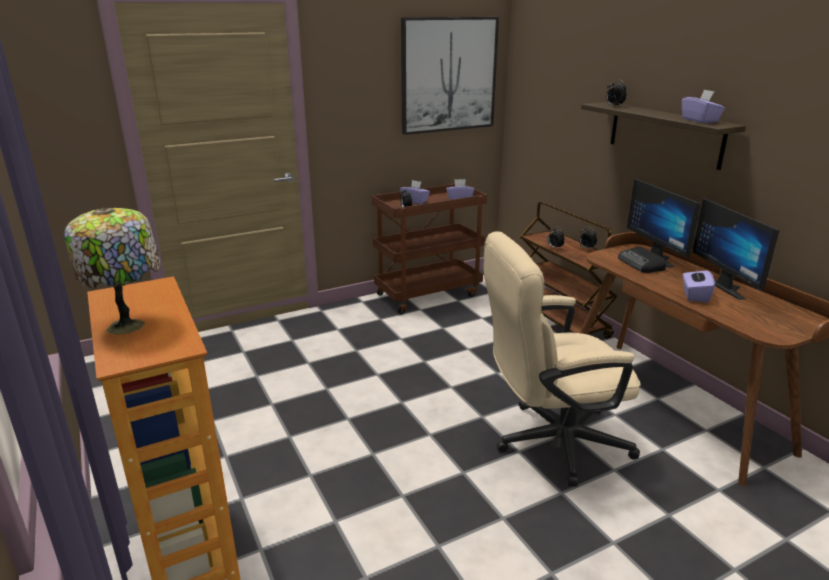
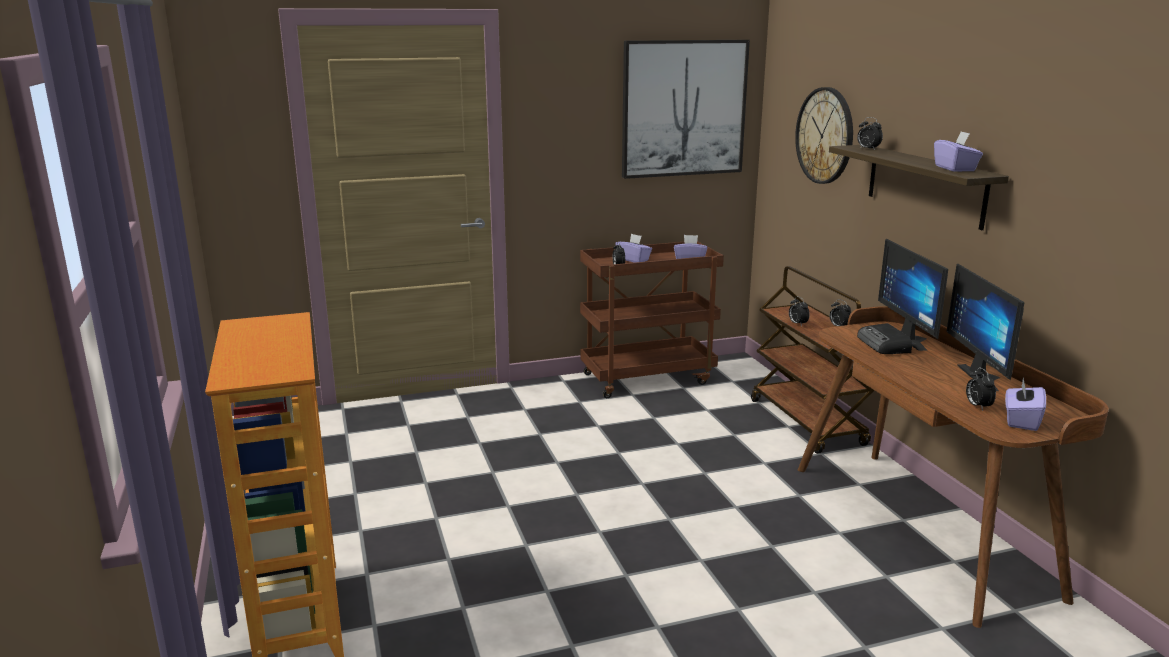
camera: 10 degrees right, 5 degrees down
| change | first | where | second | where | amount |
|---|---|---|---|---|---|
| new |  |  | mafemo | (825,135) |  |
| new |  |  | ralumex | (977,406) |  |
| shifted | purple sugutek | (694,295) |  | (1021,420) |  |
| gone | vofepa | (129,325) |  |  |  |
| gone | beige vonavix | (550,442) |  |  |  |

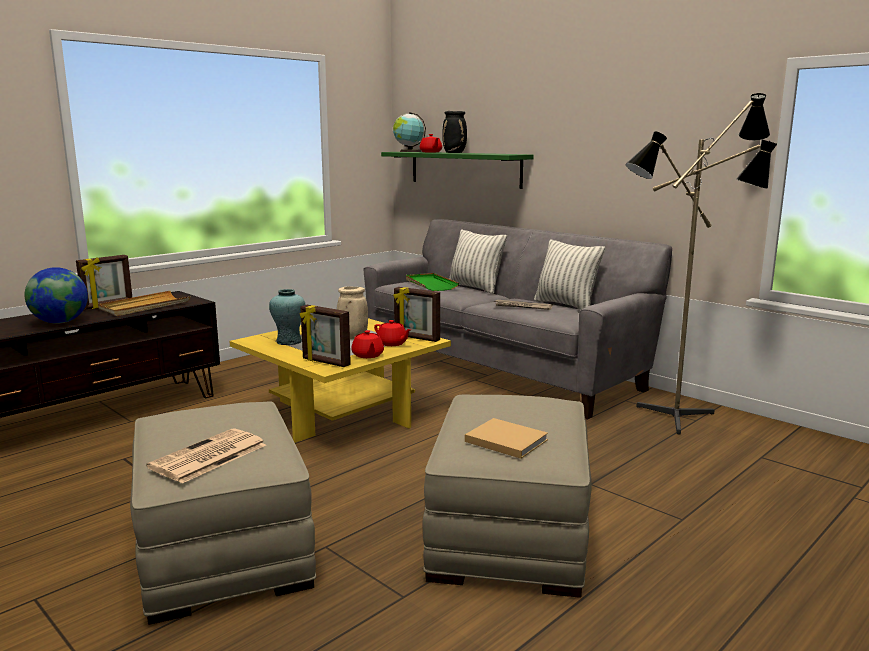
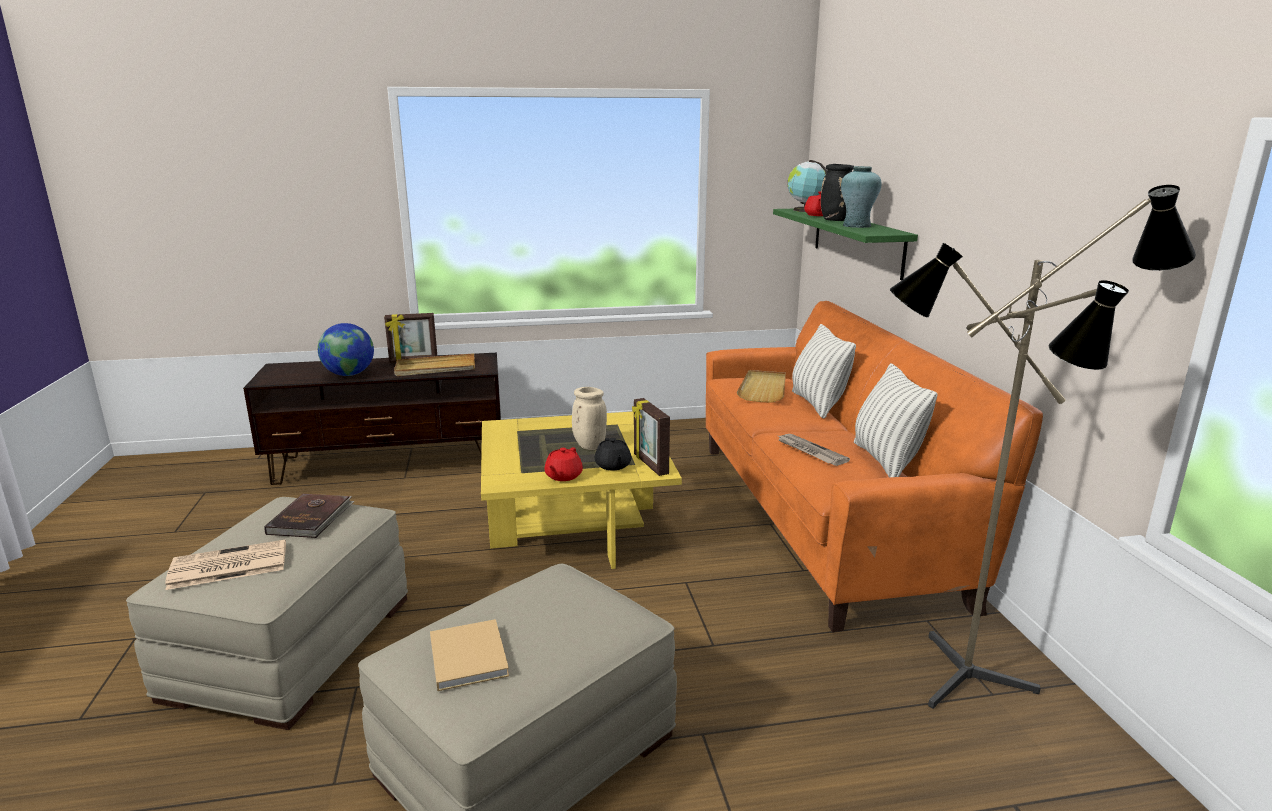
camera: 35 degrees right, 5 degrees up
| change | first | where | second | where | amount |
|---|---|---|---|---|---|
| new |  |  | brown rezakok | (311,518) |  |
| repainted | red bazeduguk | (392,344) | black bazeduguk | (613,466) |  |
| repainted | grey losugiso | (499,369) | orange losugiso | (820,517) |  |
| repainted | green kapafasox | (430,284) | beige kapafasox | (763,389) |  |
| shifted | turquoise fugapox | (289,341) |  | (856,226) |  |
| gone | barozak | (325,362) |  |  |  |

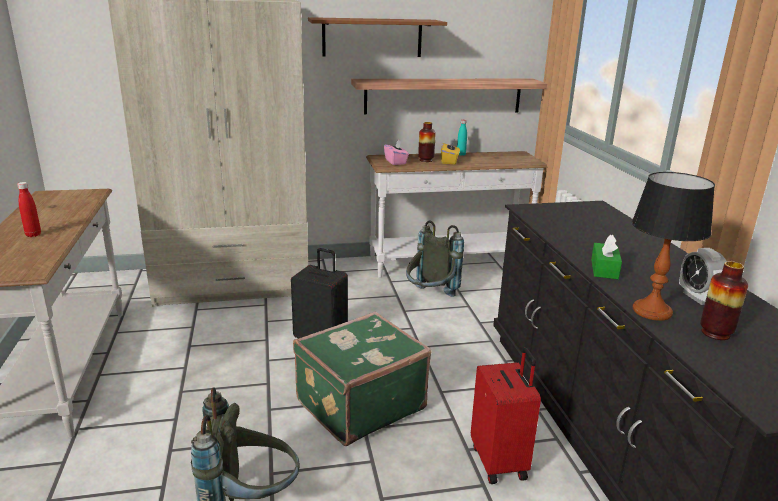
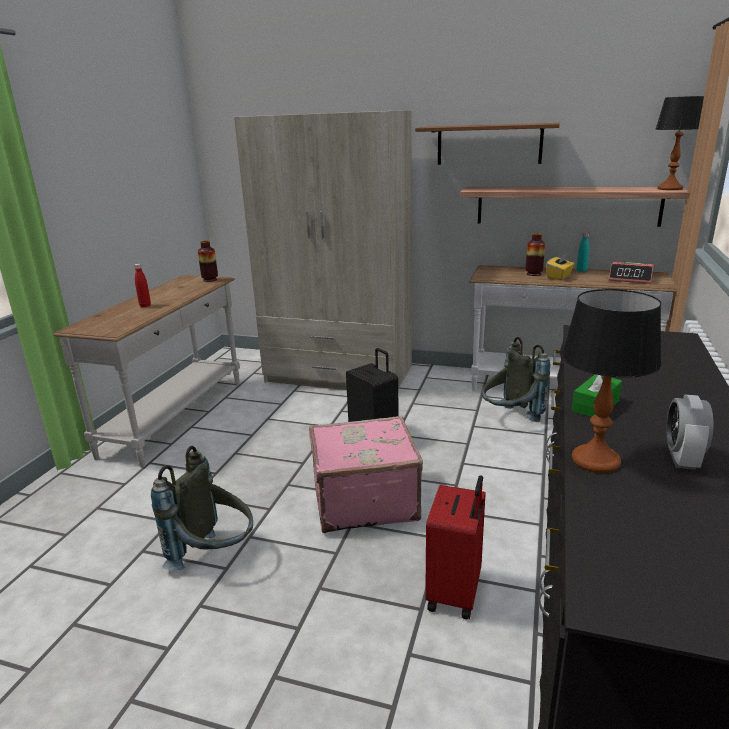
camera: 30 degrees right, 0 degrees up
| change | first | where | second | where | amount |
|---|---|---|---|---|---|
| shifted | fugapox | (715,333) |  | (210,280) |  |
| repainted | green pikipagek | (358,404) | pink pikipagek | (363,500) |  |
| new |  |  | ralumex | (630,279) |  |
| new |  |  | vofepa | (669,188) |  |
| gone | pink sugutek | (396,162) |  |  |  |

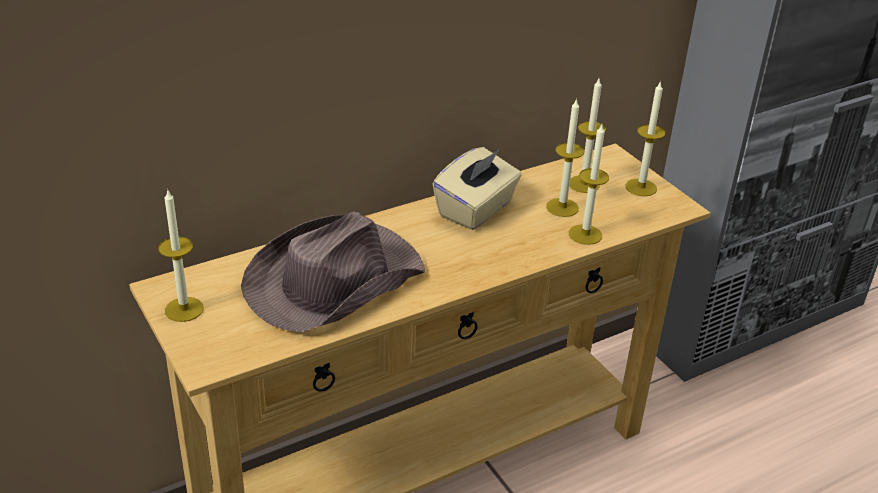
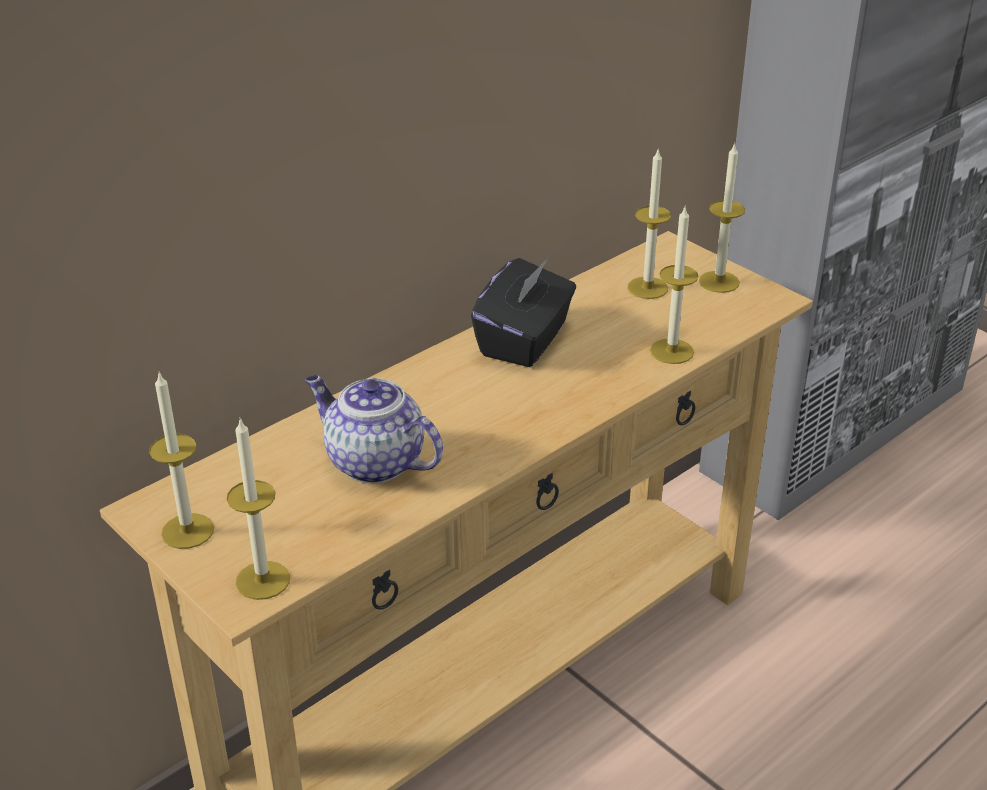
camera: 10 degrees left, 0 degrees up
| change | first | where | second | where | amount |
|---|---|---|---|---|---|
| shifted | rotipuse | (562,207) |  | (263,580) |  |
| swapped | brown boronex | (332,281) | bazeduguk | (373,462) |  |
| repainted | beige sugutek | (476,210) | black sugutek | (525,341) |  |

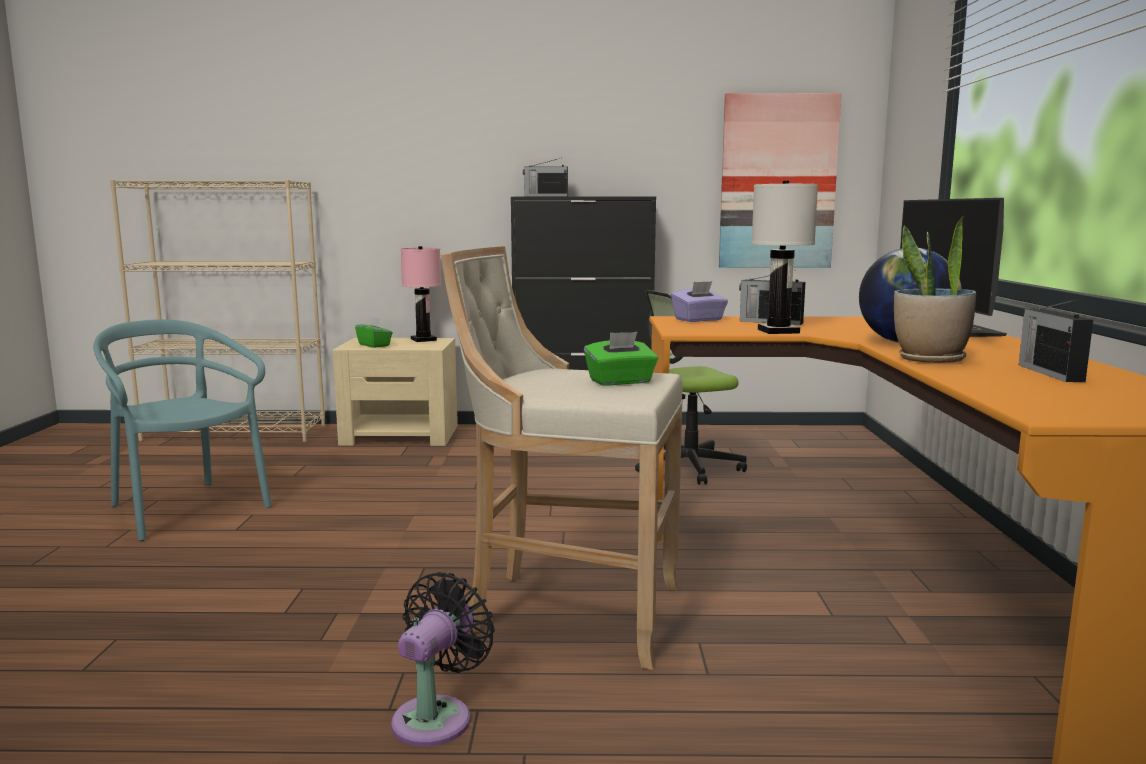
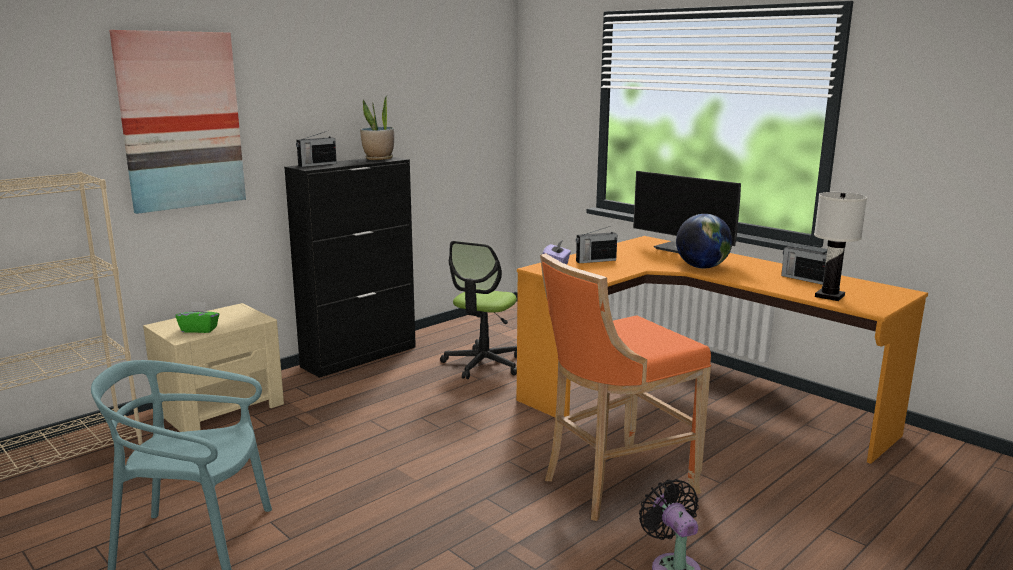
camera: 45 degrees left, 5 degrees up
| change | first | where | second | where | amount |
|---|---|---|---|---|---|
| shifted | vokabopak | (777,182) |  | (181,121) |  |
| shifted | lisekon | (930,359) |  | (378,159) |  |
| repainted | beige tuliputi | (568,612) | orange tuliputi | (613,484) |  |
| shifted | white vofepa | (778,331) |  | (830,296) |  |
| gone | pink vofepa | (423,340) |  |  |  |
| gone | green sugutek | (620,381) |  |  |  |

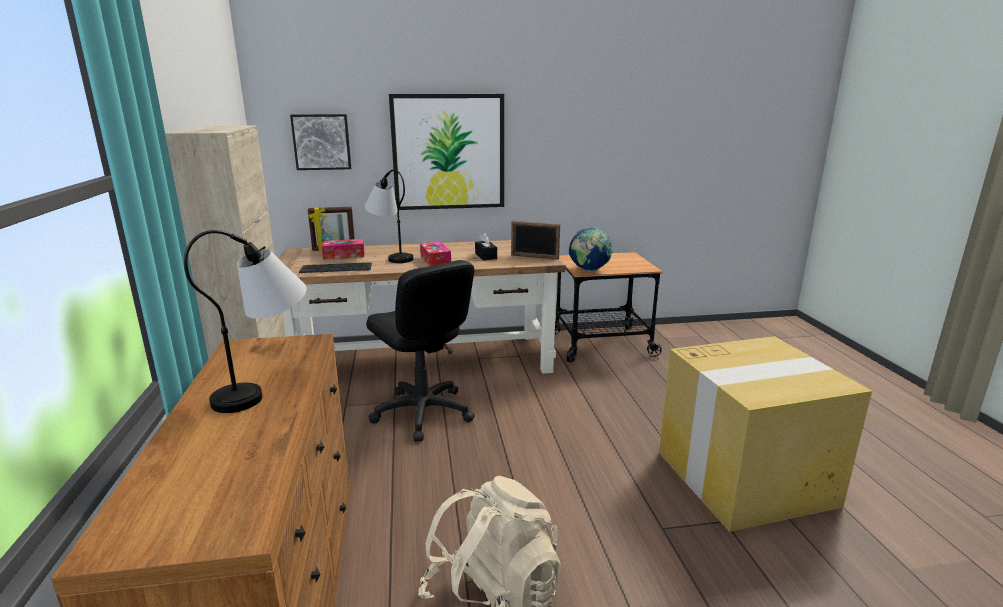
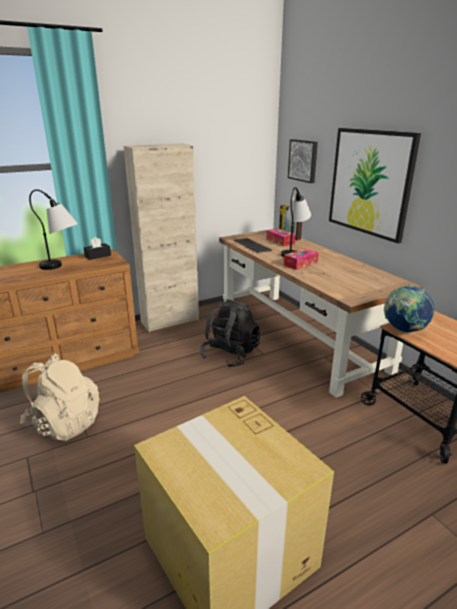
camera: 70 degrees right, 5 degrees up
| change | first | where | second | where | amount |
|---|---|---|---|---|---|
| shifted | black sugutek | (485,256) |  | (98,256) |  |
| swapped | black vonavix | (422,413) | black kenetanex | (230,355) |  |
| gone | barozak | (534,257) |  |  |  |

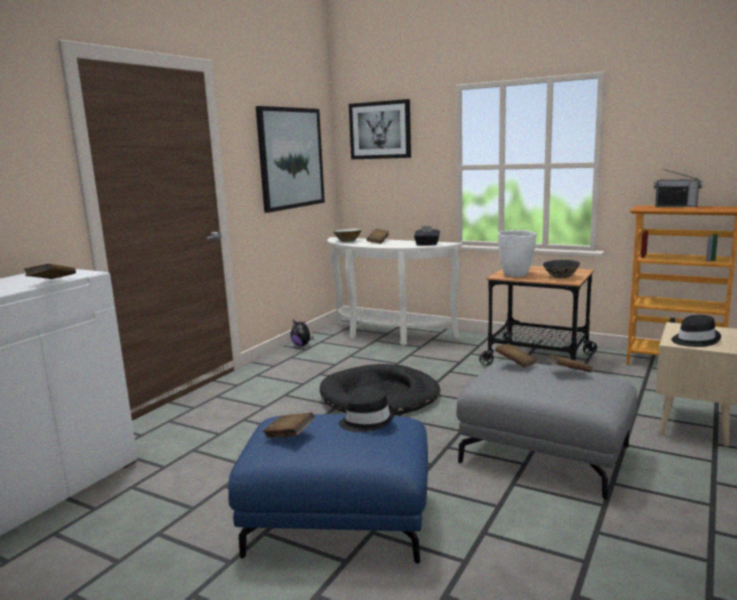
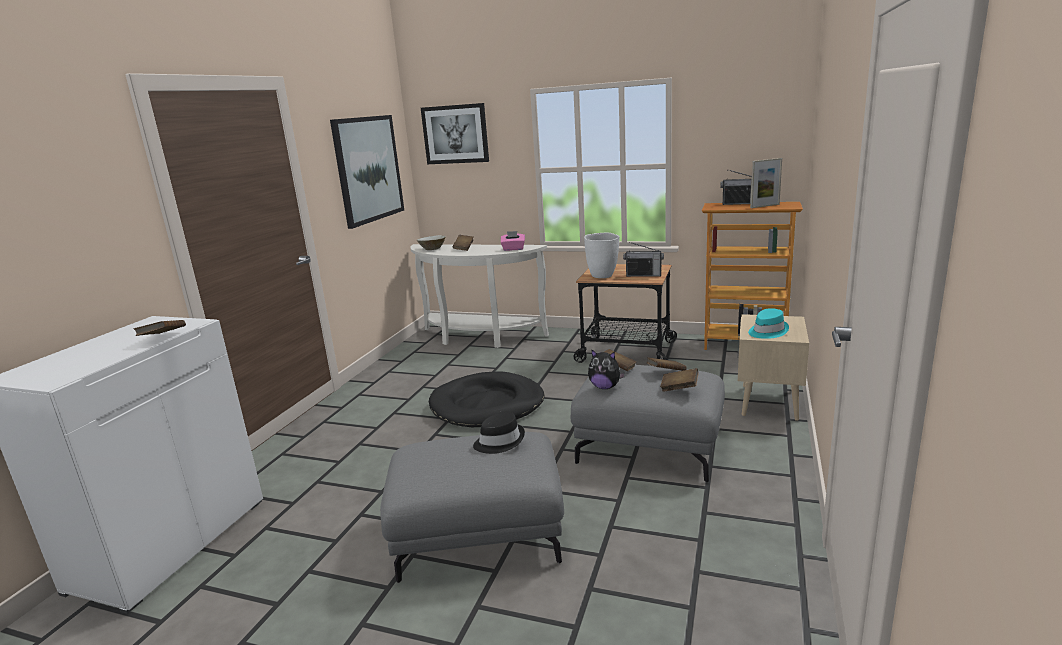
camera: 10 degrees left, 5 degrees up
| change | first | where | second | where | amount |
|---|---|---|---|---|---|
| repainted | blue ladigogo | (337,521) | grey ladigogo | (478,534) |  |
| repainted | black sugutek | (427,244) | pink sugutek | (513,249) |  |
| shifted | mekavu | (302,345) |  | (605,387) |  |
| swapped | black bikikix | (560,277) | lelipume | (643,275) |  |
| shifted | brown rezakok | (289,436) |  | (679,388) |  |
| repainted | black boronex | (694,340) | turquoise boronex | (767,331) |  |
| new |  |  | barozak | (764,206) |  |

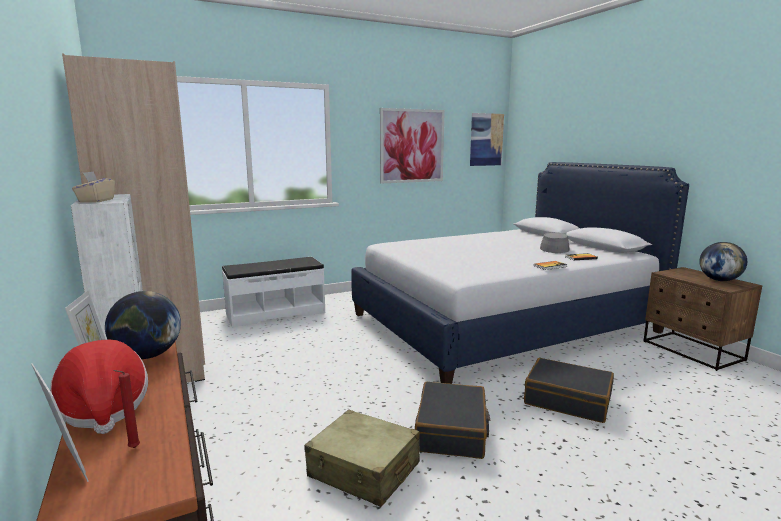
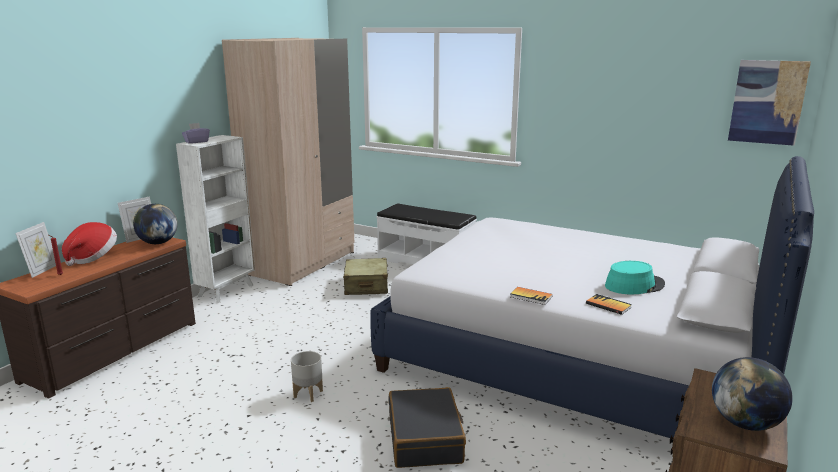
camera: 55 degrees right, 5 degrees up
| change | first | where | second | where | amount |
|---|---|---|---|---|---|
| repainted | beige sugutek | (96,201) | purple sugutek | (196,142) |  |
| swapped | black pikipagek | (452,431) | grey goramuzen | (308,394) |  |
| shifted | beige pikipagek | (364,470) |  | (366,286) |  |
| repainted | grey boronex | (554,248) | turquoise boronex | (634,285) |  |
| gone | vokabopak | (412,146) |  |  |  |

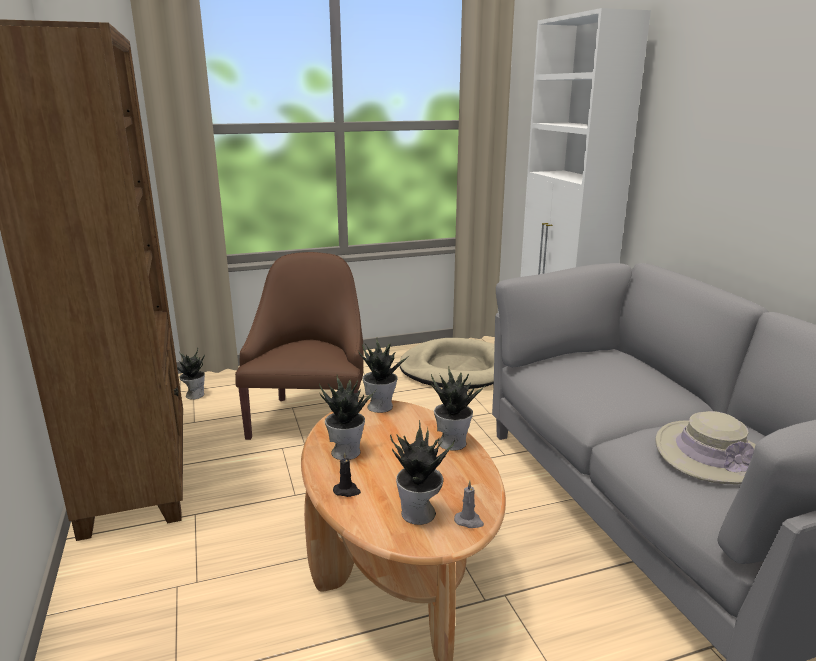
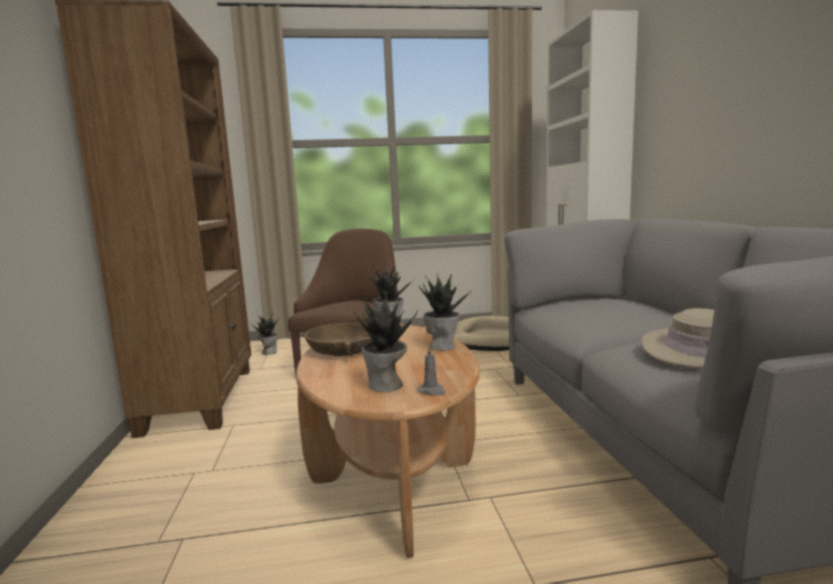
camera: 10 degrees right, 10 degrees down
| change | first | where | second | where | amount |
|---|---|---|---|---|---|
| swapped | lisekon | (346,451) | brown bikikix | (343,350) |  |
| gone | black rotipuse | (347,491) |  |  |  |

